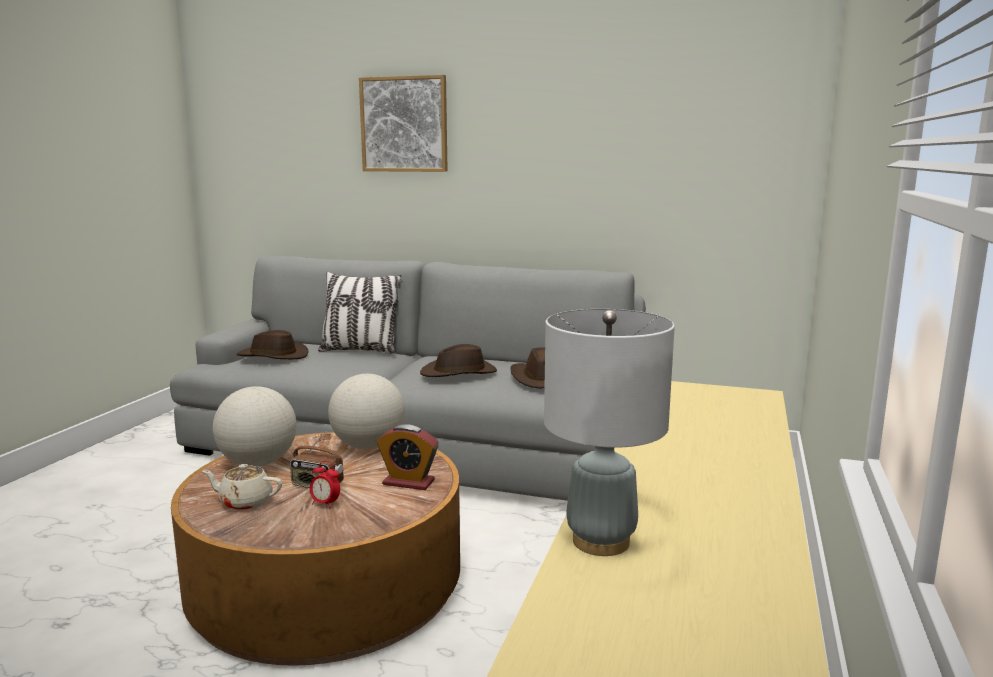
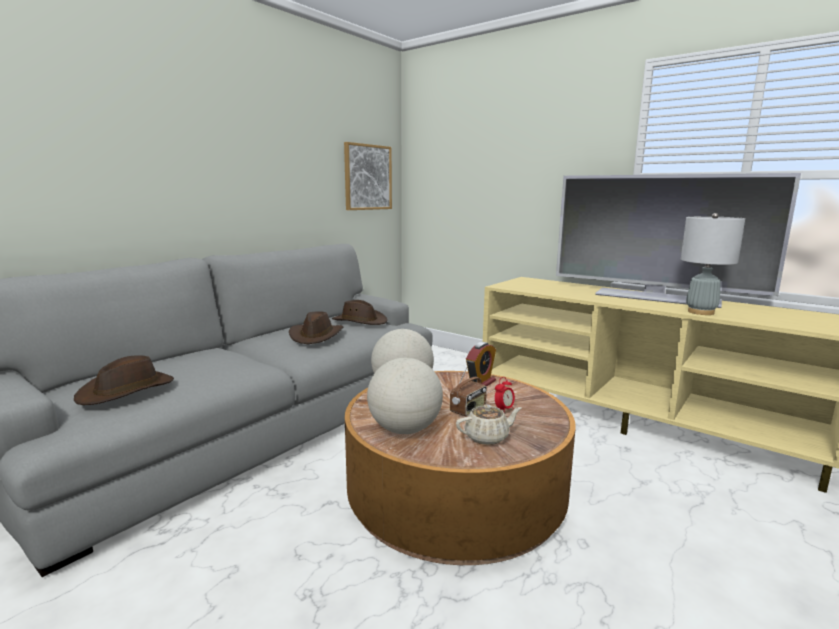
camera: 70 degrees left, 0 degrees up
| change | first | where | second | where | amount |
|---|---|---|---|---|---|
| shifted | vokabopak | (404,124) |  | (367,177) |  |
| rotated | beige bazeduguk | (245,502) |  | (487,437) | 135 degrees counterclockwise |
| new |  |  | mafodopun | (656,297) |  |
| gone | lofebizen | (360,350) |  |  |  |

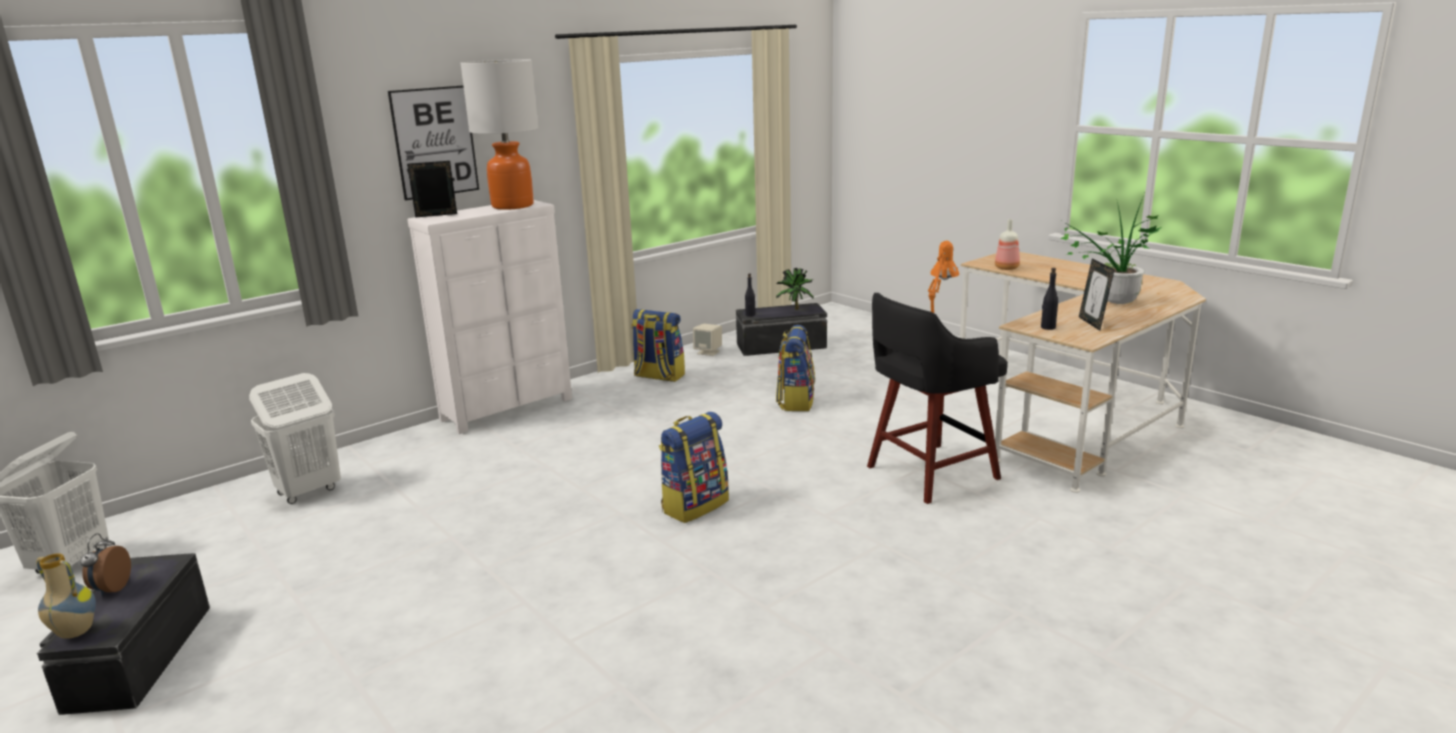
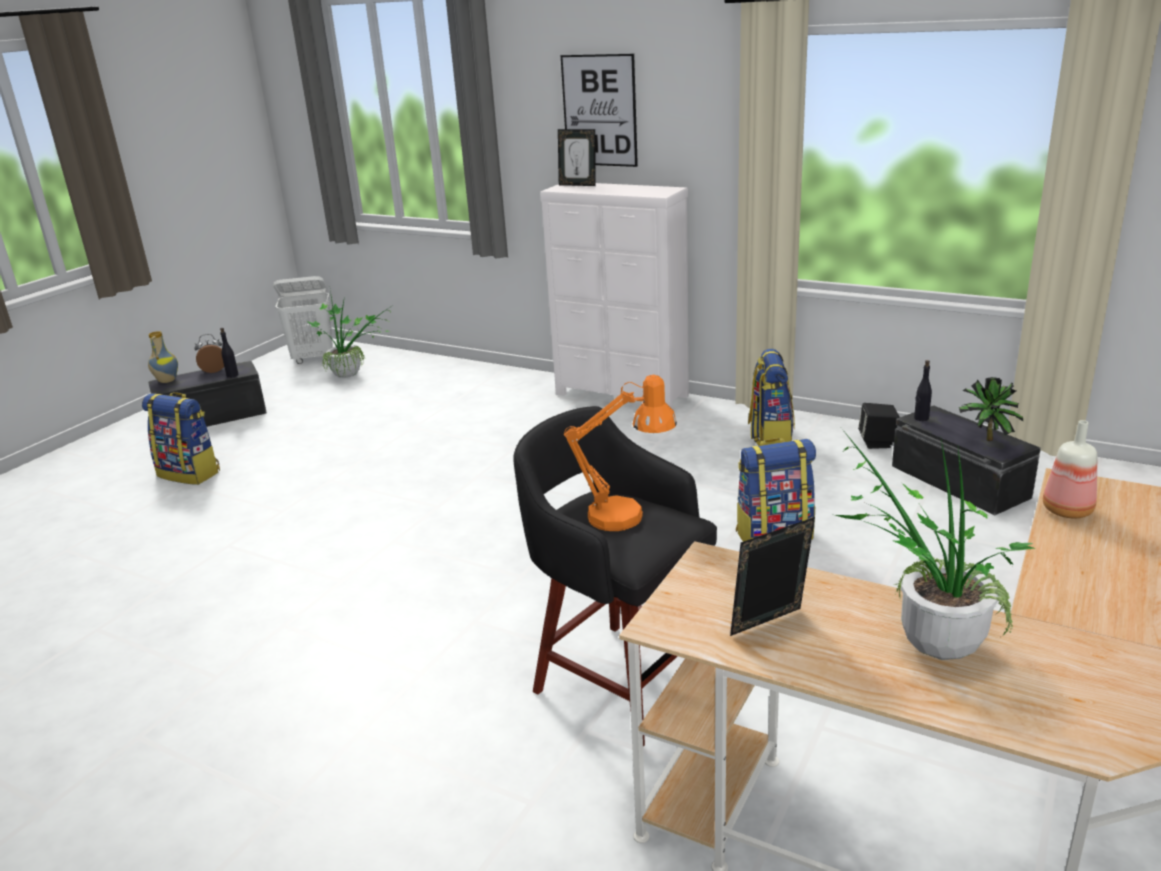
camera: 70 degrees right, 5 degrees up
| change | first | where | second | where | amount |
|---|---|---|---|---|---|
| shifted | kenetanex | (694,505) |  | (190,473) |  |
| shifted | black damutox | (1047,327) |  | (232,375) |  |
| new |  |  | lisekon | (353,374) |  |
| rotated | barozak | (436,216) |  | (578,185) | 150 degrees clockwise |
| repainted | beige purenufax | (708,352) | black purenufax | (877,443) |  |
| gone | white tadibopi | (308,491) |  |  |  |
| gone | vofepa | (513,206) |  |  |  |

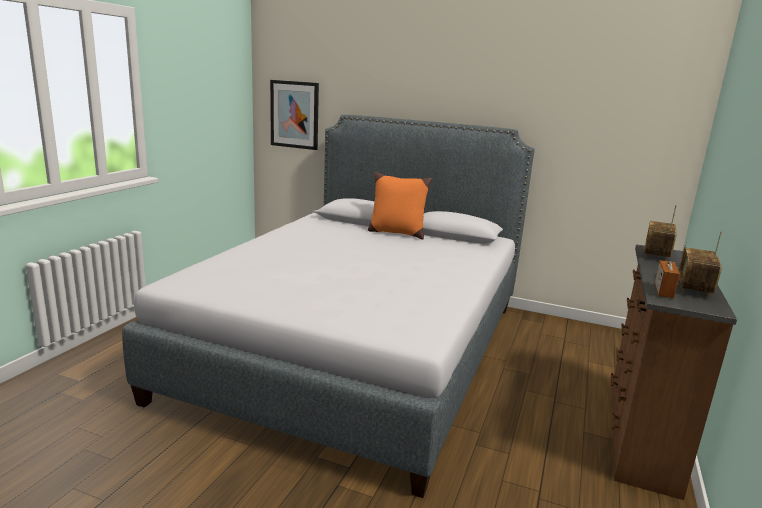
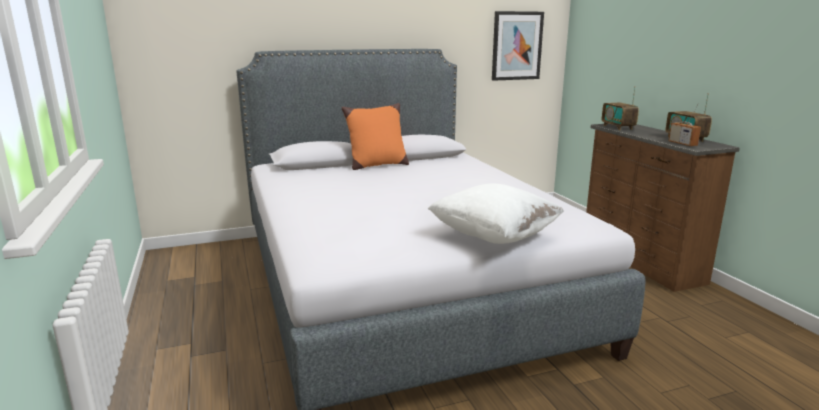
camera: 40 degrees left, 0 degrees up
| change | first | where | second | where | amount |
|---|---|---|---|---|---|
| new |  |  | white lofebizen | (494,237) |  |
| shifted | vokabopak | (294,114) |  | (517,46) |  |

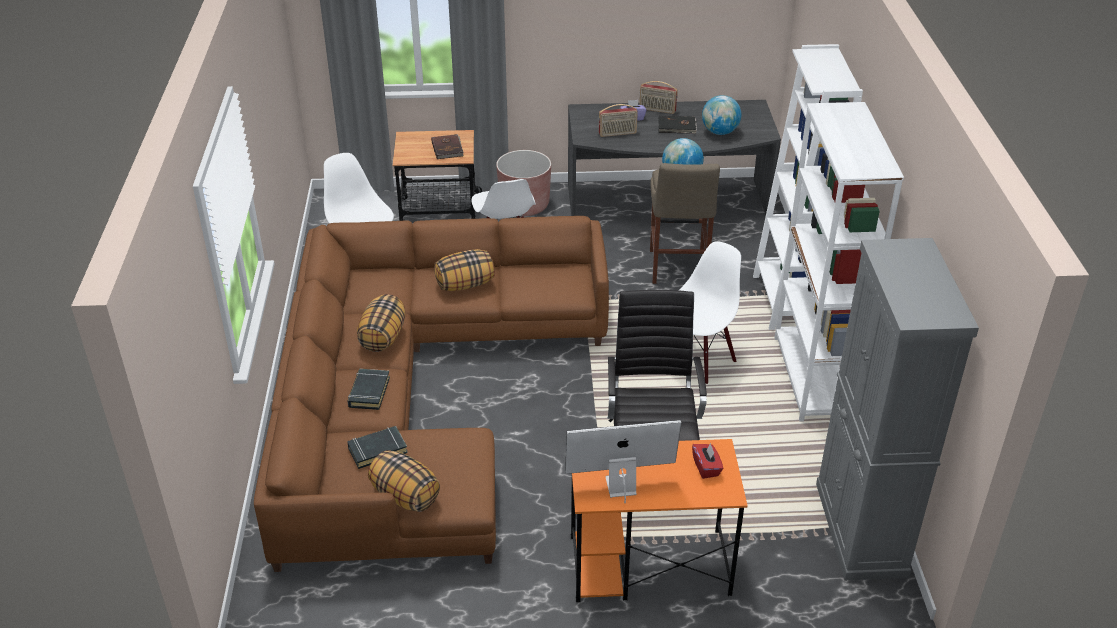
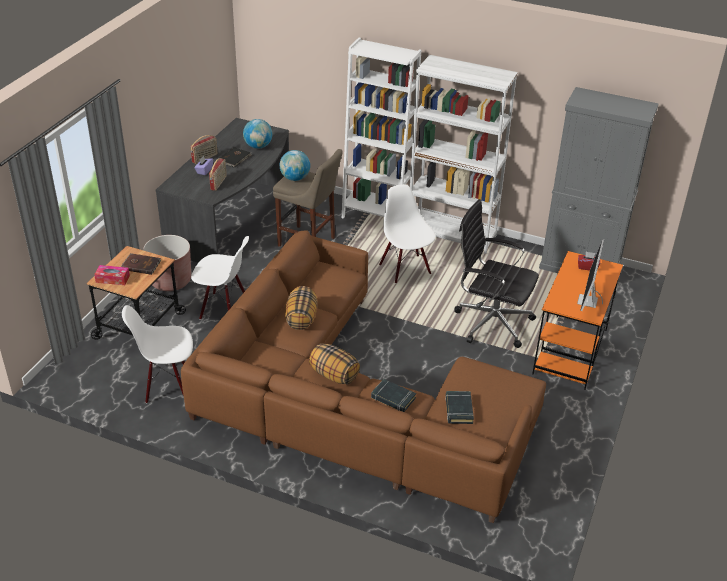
camera: 65 degrees left, 0 degrees up
| change | first | where | second | where | amount |
|---|---|---|---|---|---|
| new |  |  | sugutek | (112,279) |  |
| gone | lofebizen | (405,496) |  |  |  |

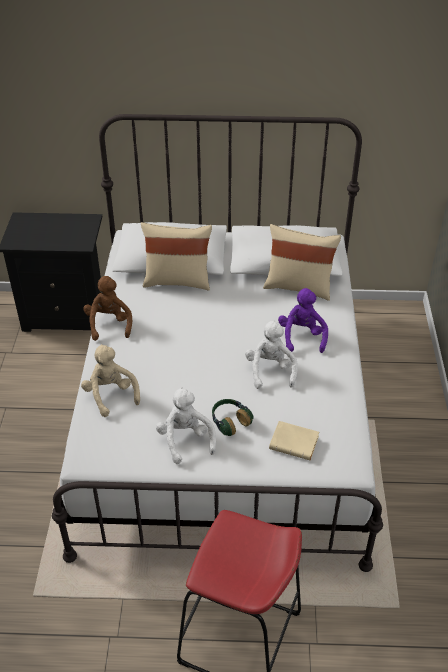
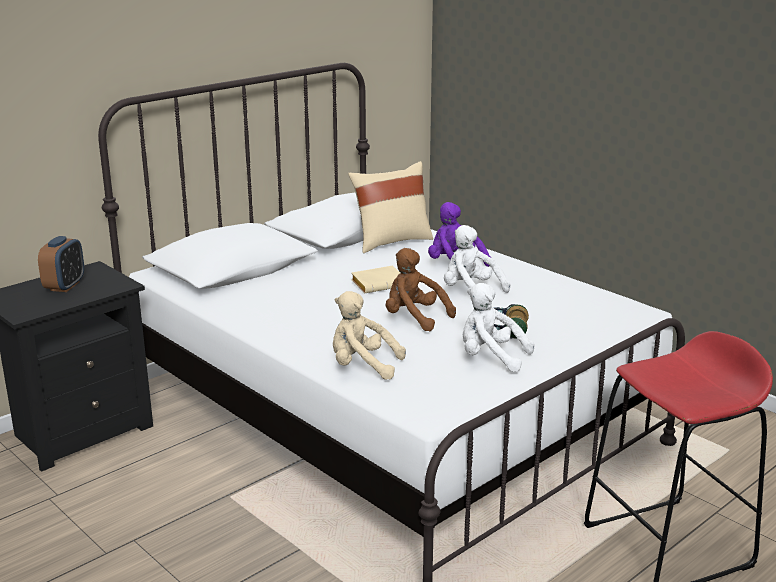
camera: 45 degrees left, 20 degrees down
| change | first | where | second | where | amount |
|---|---|---|---|---|---|
| new |  |  | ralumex | (65,286) |  |
| shifted | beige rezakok | (295,443) |  | (379,284) |  |
| shifted | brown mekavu | (109,324) |  | (414,318) |  |
| gone | beige lofebizen | (177,281) |  |  |  |

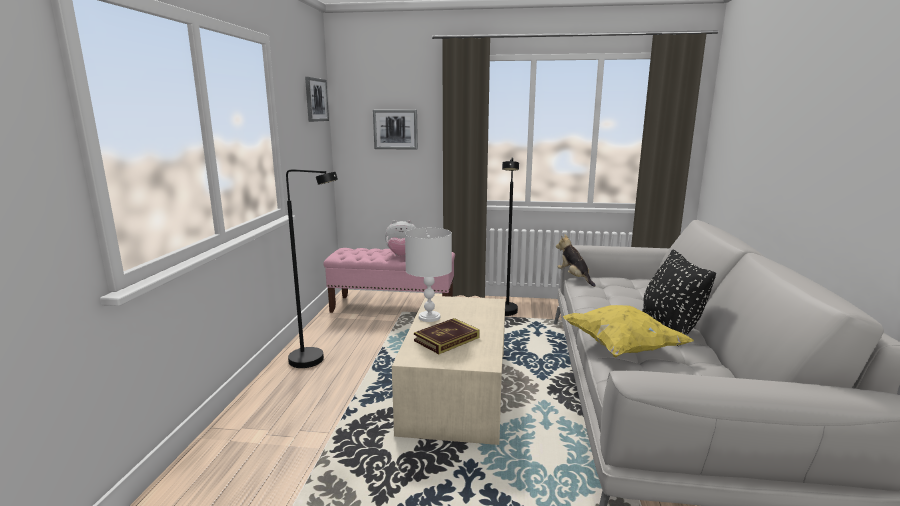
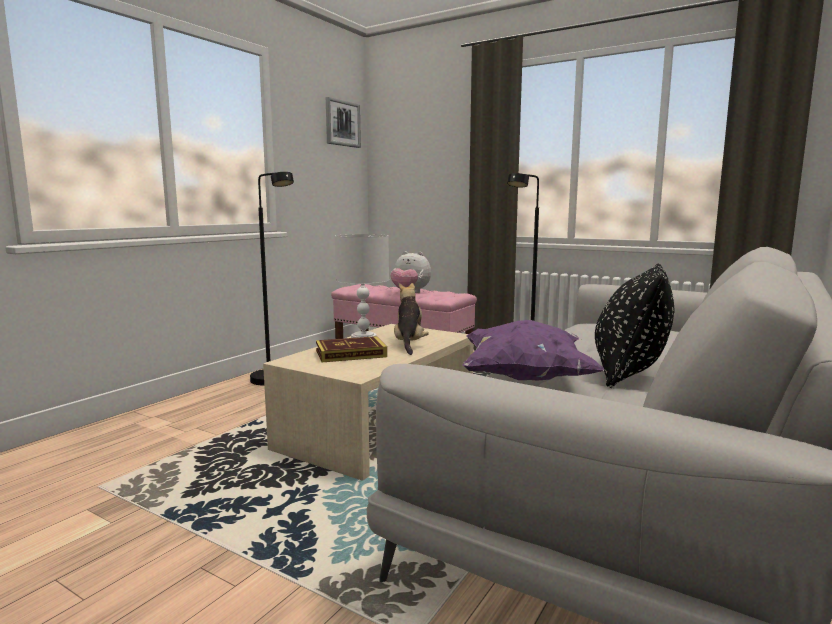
camera: 25 degrees right, 5 degrees down
| change | first | where | second | where | amount |
|---|---|---|---|---|---|
| shifted | mekavu | (574,278) |  | (409,344) |  |
| repainted | yellow lofebizen | (621,347) | purple lofebizen | (525,378) |  |
| gone | vokabopak | (395,129) |  |  |  |

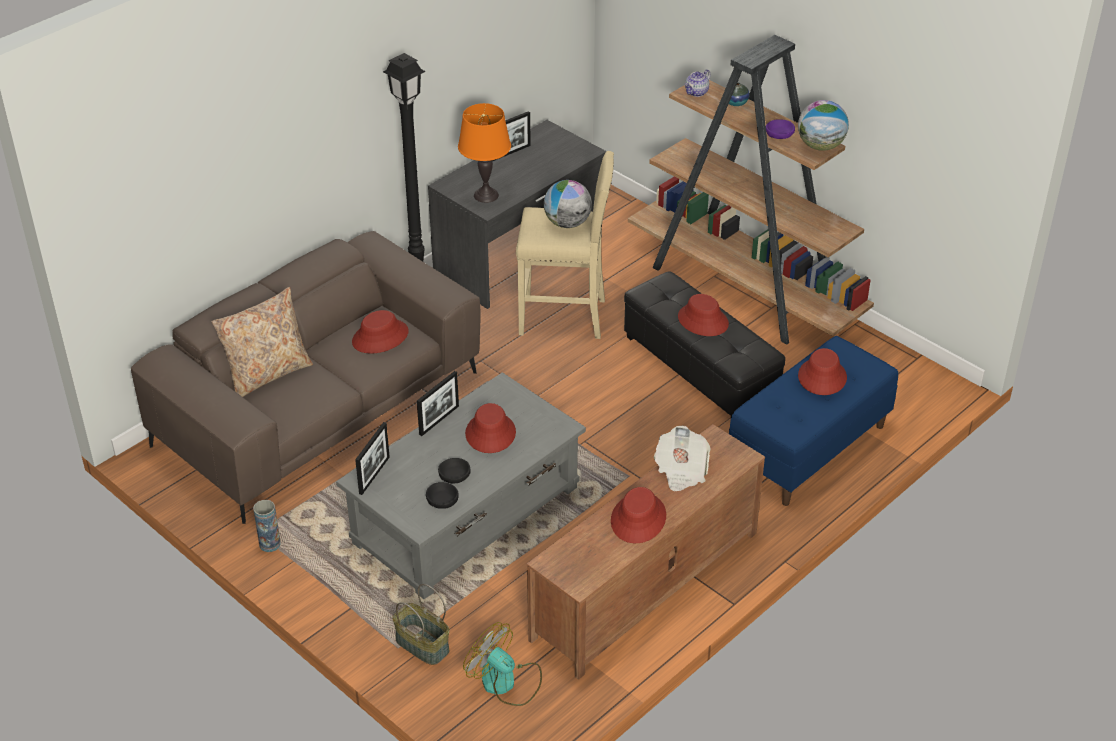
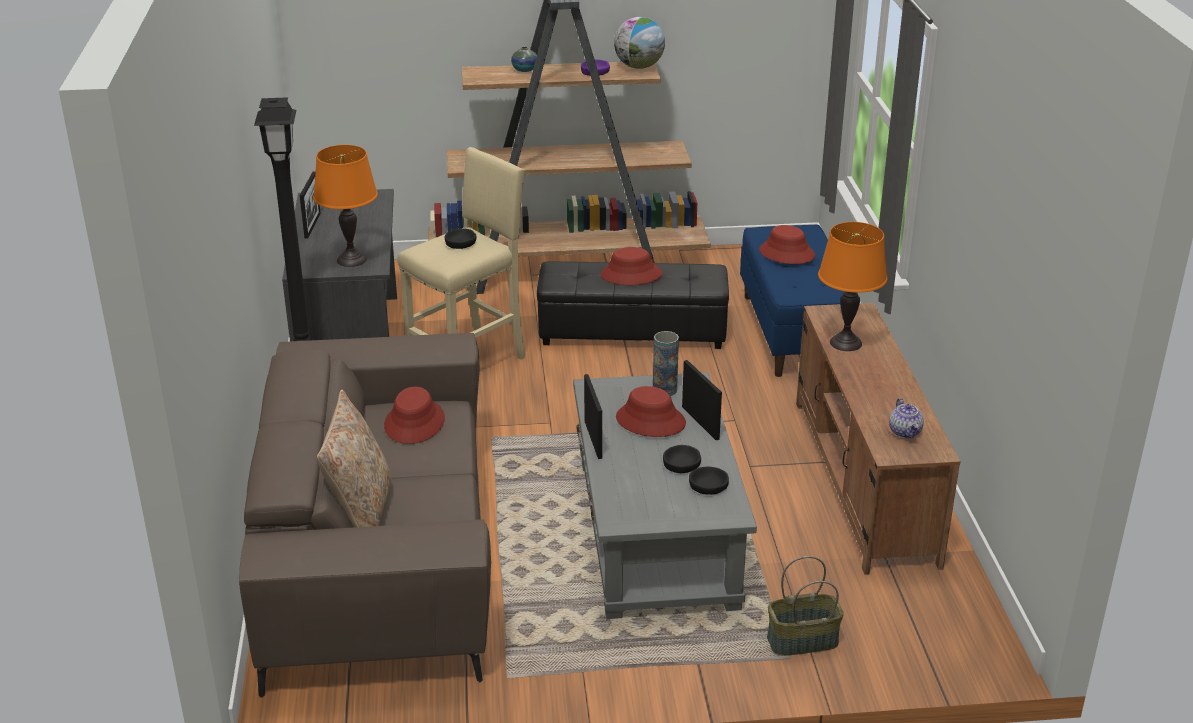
camera: 50 degrees left, 10 degrees down
| change | first | where | second | where | amount |
|---|---|---|---|---|---|
| swapped | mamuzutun | (567,223) | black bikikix | (460,243) |  |
| shifted | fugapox | (270,544) |  | (664,390) |  |
| shifted | barozak | (374,475) |  | (700,423) |  |
| swapped | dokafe | (681,471) | orange vofepa | (846,343) |  |
| shifted | bazeduguk | (696,92) |  | (905,432) |  |
| gone | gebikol | (505,682) |  |  |  |
| gone | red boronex | (638,519) |  |  |  |

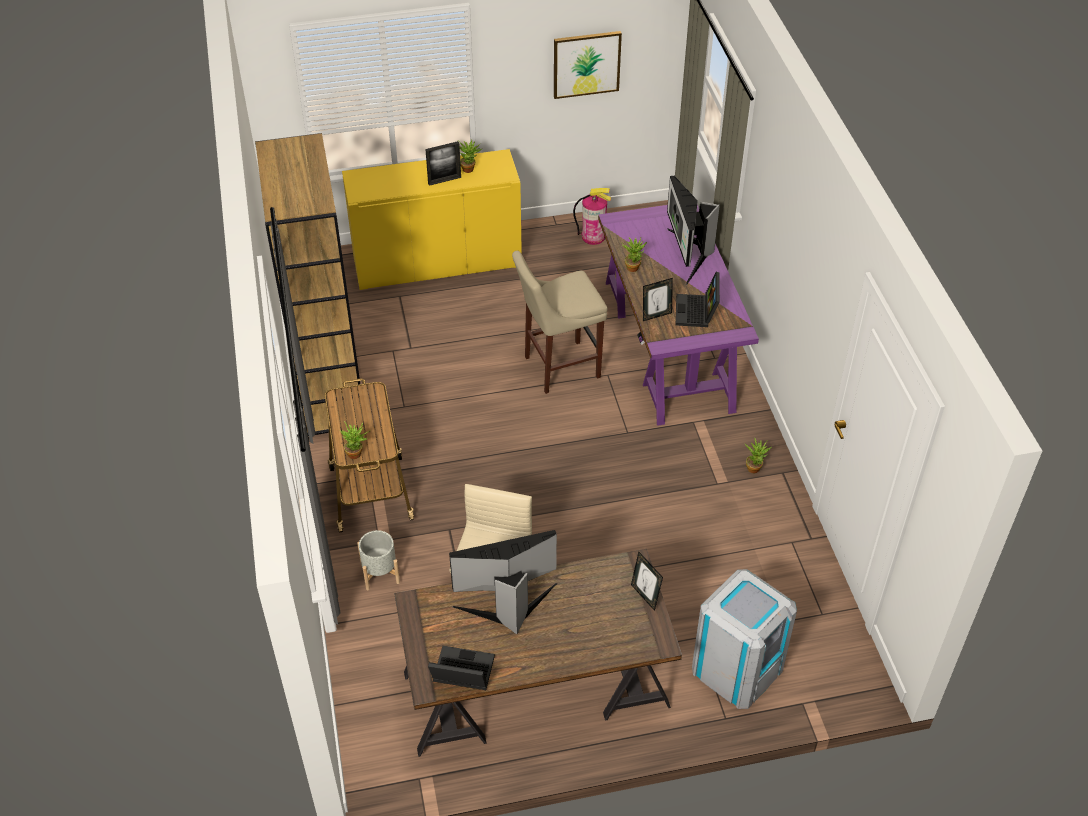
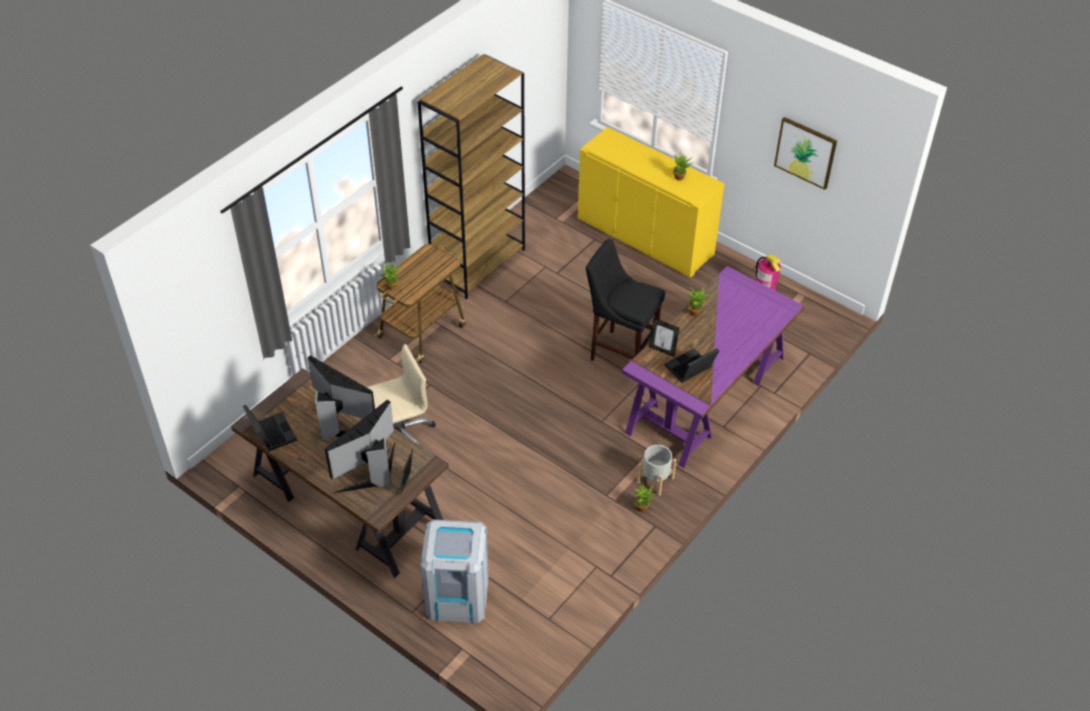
camera: 50 degrees right, 0 degrees up
| change | first | where | second | where | amount |
|---|---|---|---|---|---|
| shifted | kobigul | (688,255) |  | (372,474) |  |
| repainted | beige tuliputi | (558,367) | black tuliputi | (620,352) |  |
| shifted | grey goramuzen | (380,573) |  | (655,480) |  |
| gone | barozak | (444,180) |  |  |  |

